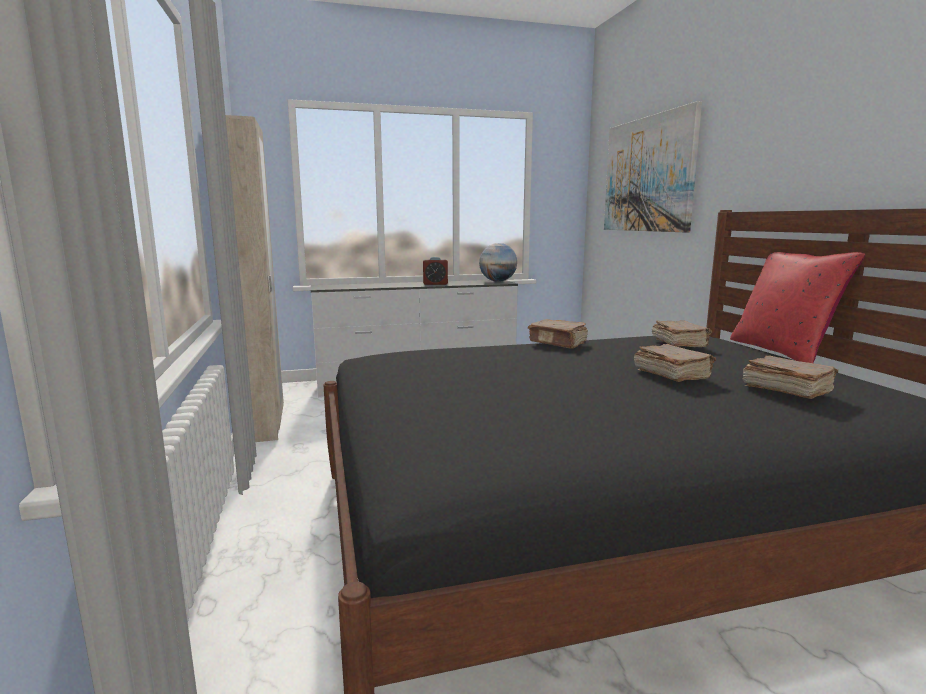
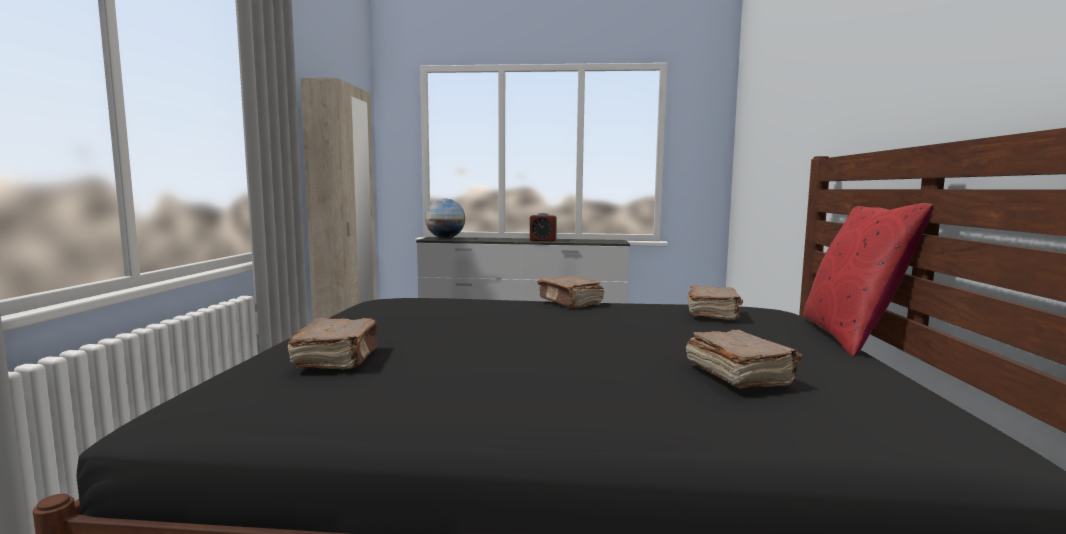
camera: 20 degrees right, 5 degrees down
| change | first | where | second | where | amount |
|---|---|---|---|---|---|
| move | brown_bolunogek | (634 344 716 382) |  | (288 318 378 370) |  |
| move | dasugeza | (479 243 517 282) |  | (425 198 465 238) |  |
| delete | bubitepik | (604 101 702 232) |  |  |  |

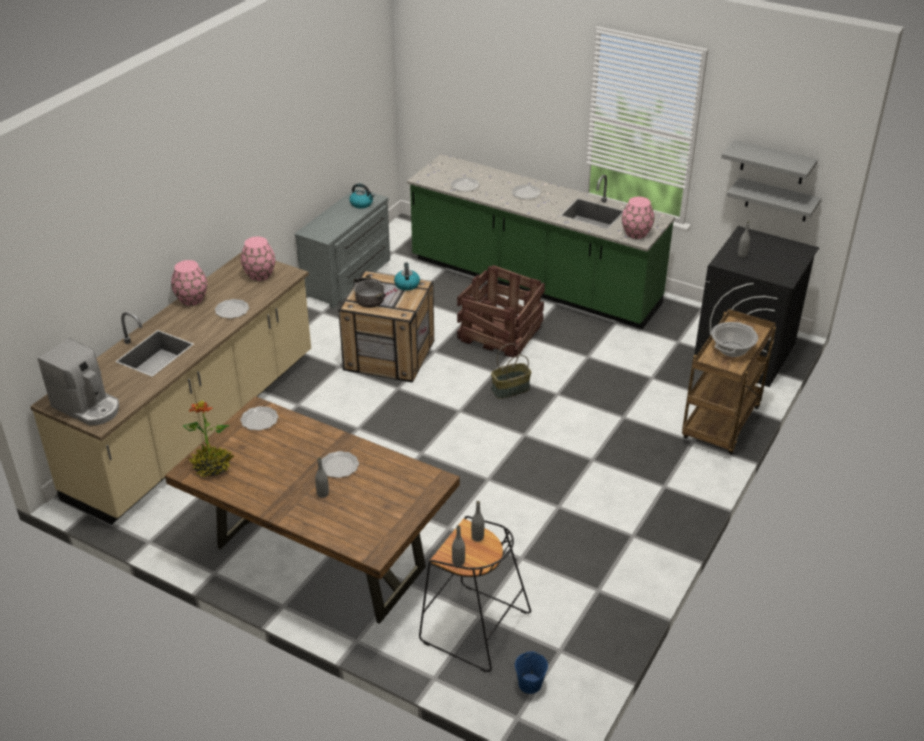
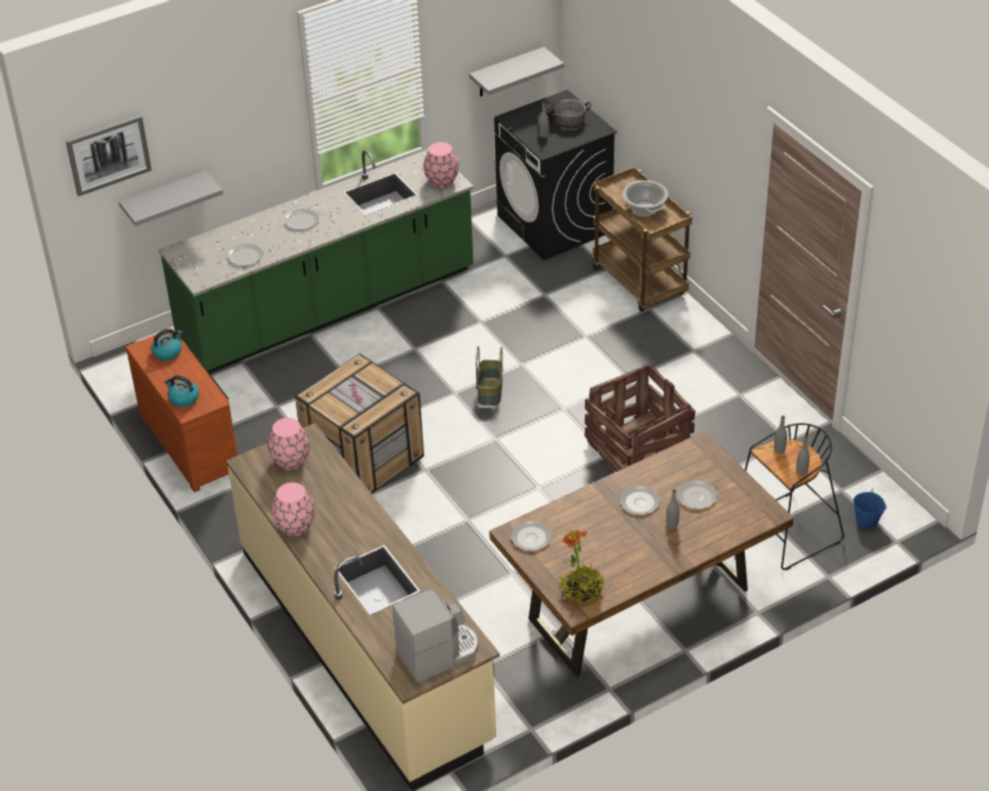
camera: 60 degrees left, 5 degrees up
| change | first | where | second | where | amount |
|---|---|---|---|---|---|
| insert |  |  | bubitepik | (66 115 152 196) |  |
| move | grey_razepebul | (721 140 818 184) |  | (119 170 223 226) |  |
| recolor | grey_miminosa | (295 188 390 308) | brown_miminosa | (125 329 238 492) |  |
| move | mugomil | (394 262 420 291) |  | (164 375 199 407) |  |
| move | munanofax | (353 275 386 308) |  | (538 99 591 129) |  |
| move | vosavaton | (457 265 545 358) |  | (585 365 696 472) |  |
| move | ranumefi | (215 299 249 319) |  | (677 481 718 510) |  |

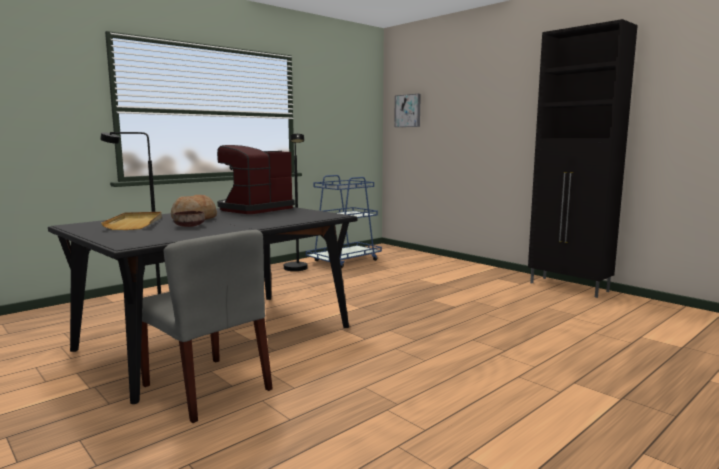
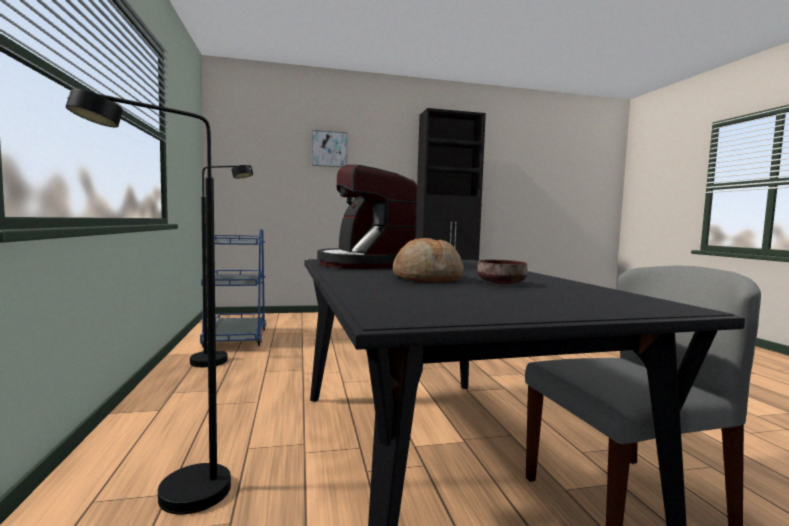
camera: 60 degrees left, 5 degrees down
| change | first | where | second | where | amount |
|---|---|---|---|---|---|
| move | bubitepik | (394 94 421 127) |  | (312 130 347 167) |  |
| delete | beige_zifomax | (101 212 162 230) |  |  |  |

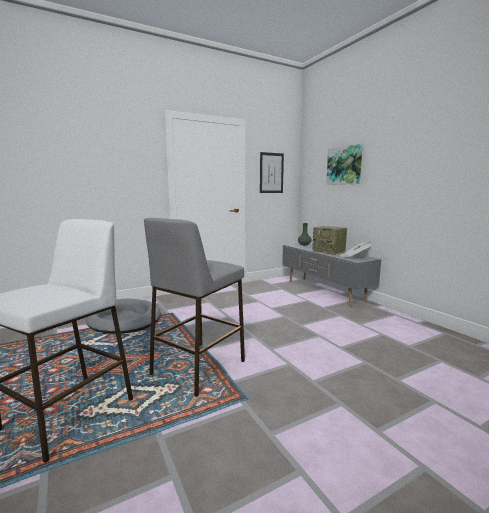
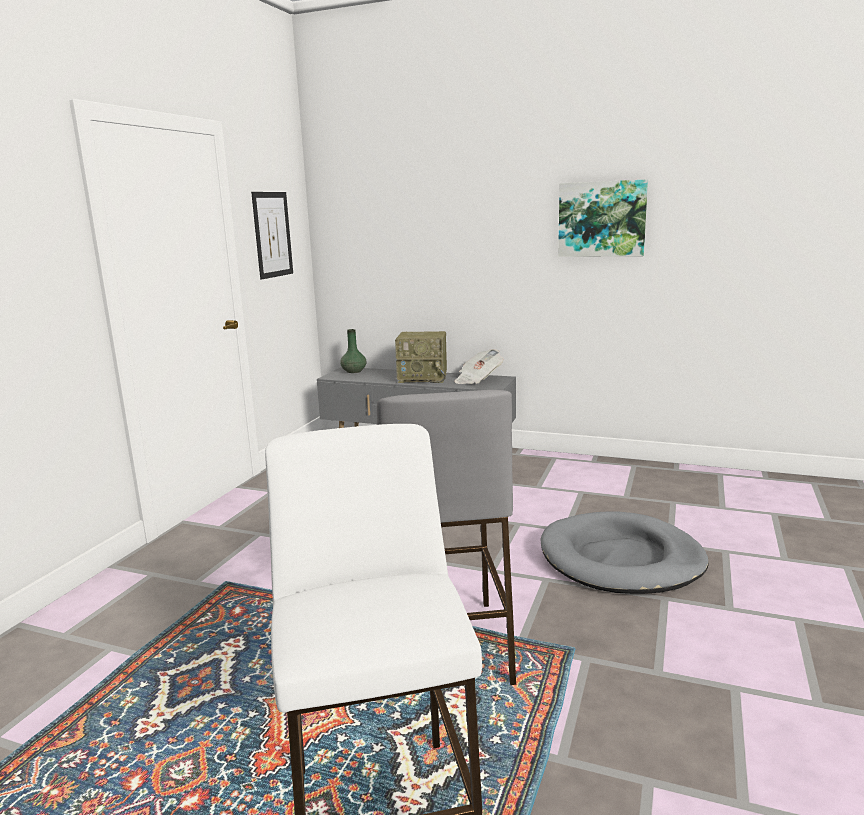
camera: 40 degrees left, 5 degrees up
| change | first | where | second | where | amount |
|---|---|---|---|---|---|
| move | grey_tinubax | (85 299 161 334) |  | (540 511 709 594) |  |
| move | bubitepik | (326 144 363 185) |  | (558 179 648 257) |  |

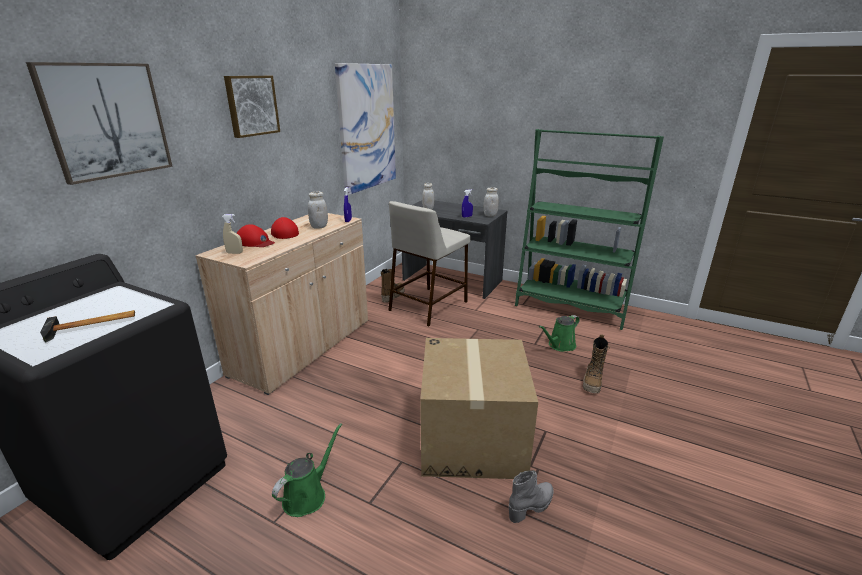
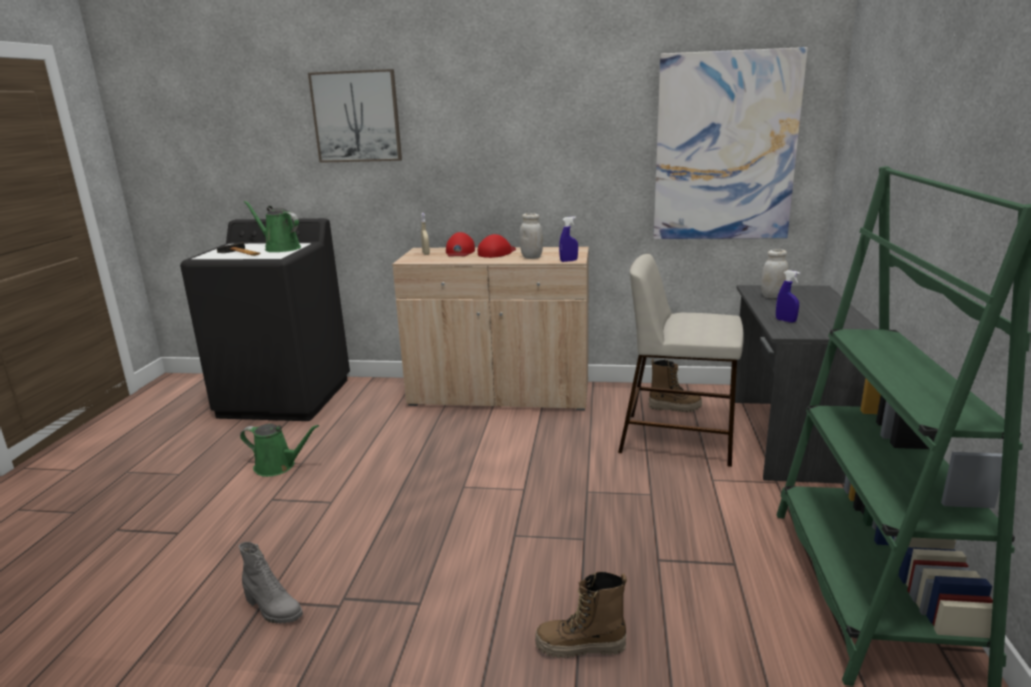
camera: 70 degrees right, 5 degrees down
| change | first | where | second | where | amount |
|---|---|---|---|---|---|
| move | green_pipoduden | (539 315 580 352) |  | (244 201 301 252) |  |
| delete | bubitepik | (224 76 280 138) |  |  |  |
| delete | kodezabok | (420 338 538 479) |  |  |  |
| delete | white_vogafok | (484 187 499 217) |  |  |  |

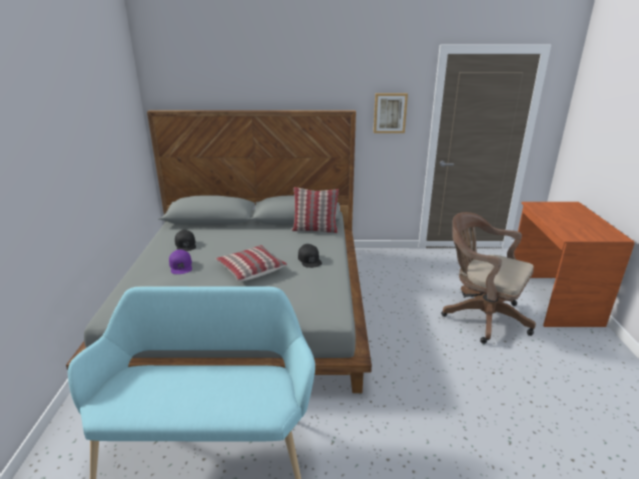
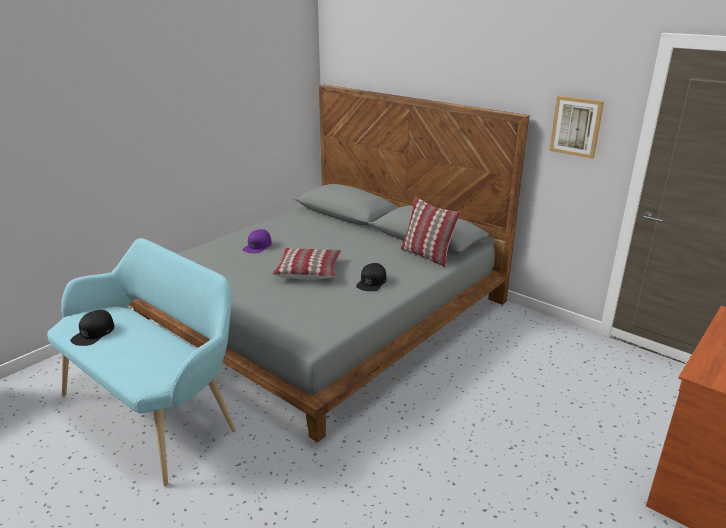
camera: 40 degrees right, 0 degrees up
| change | first | where | second | where | amount |
|---|---|---|---|---|---|
| move | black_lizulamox | (175 230 196 251) |  | (70 310 114 346) |  |
| delete | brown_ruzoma | (441 212 536 344) |  |  |  |

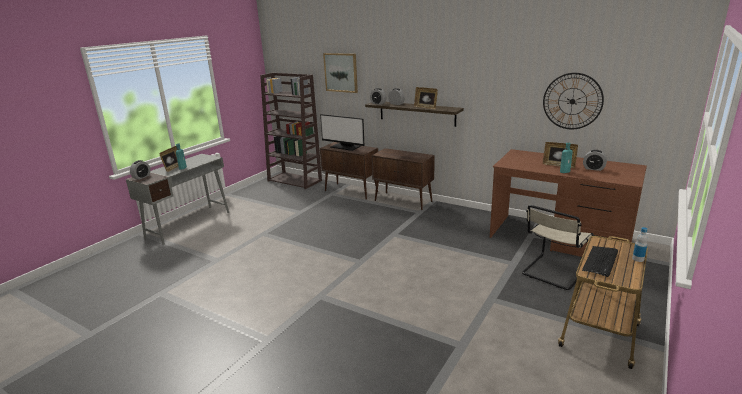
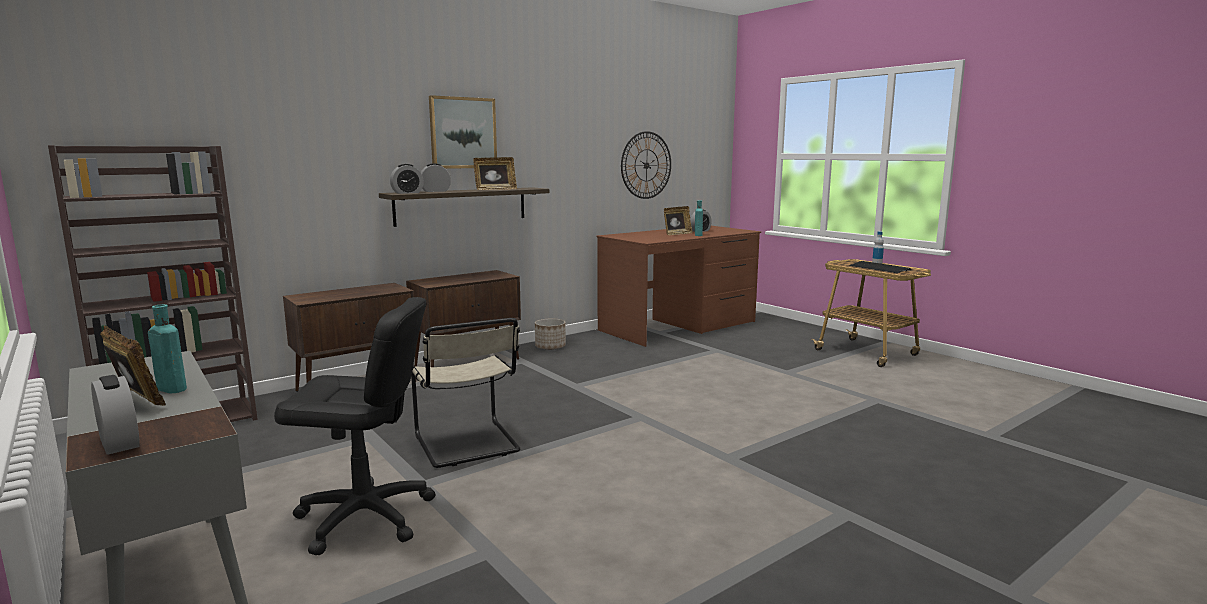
camera: 70 degrees left, 10 degrees down
| change | first | where | second | where | amount |
|---|---|---|---|---|---|
| insert |  |  | black_ruzoma | (274 297 436 555) |  |
| move | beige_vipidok | (522 205 594 290) |  | (411 318 520 468) |  |
| move | bubitepik | (323 53 358 93) |  | (429 95 497 169) |  |
| insert |  |  | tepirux | (535 319 566 350) |  |
| delete | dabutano | (320 114 365 151) |  |  |  |

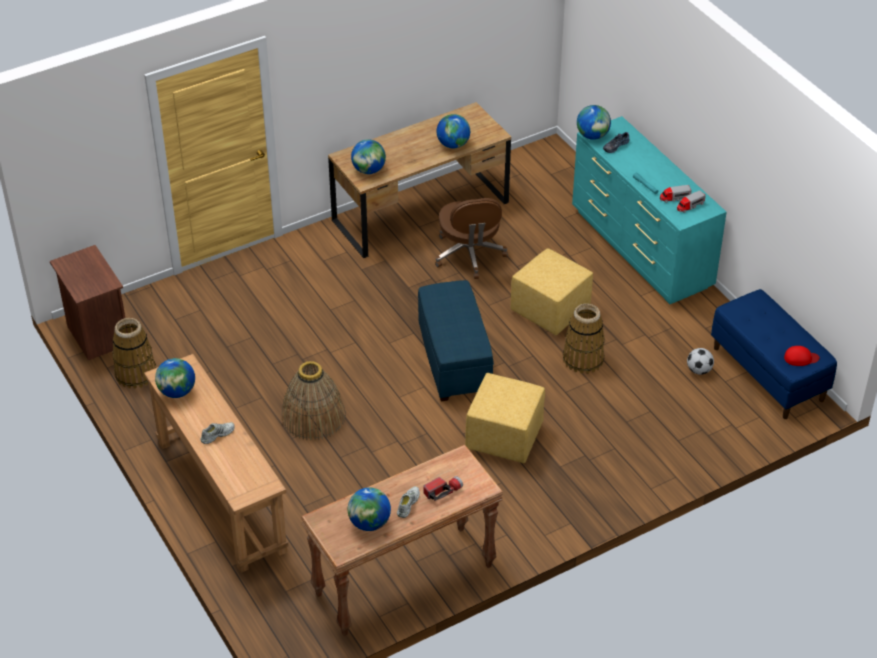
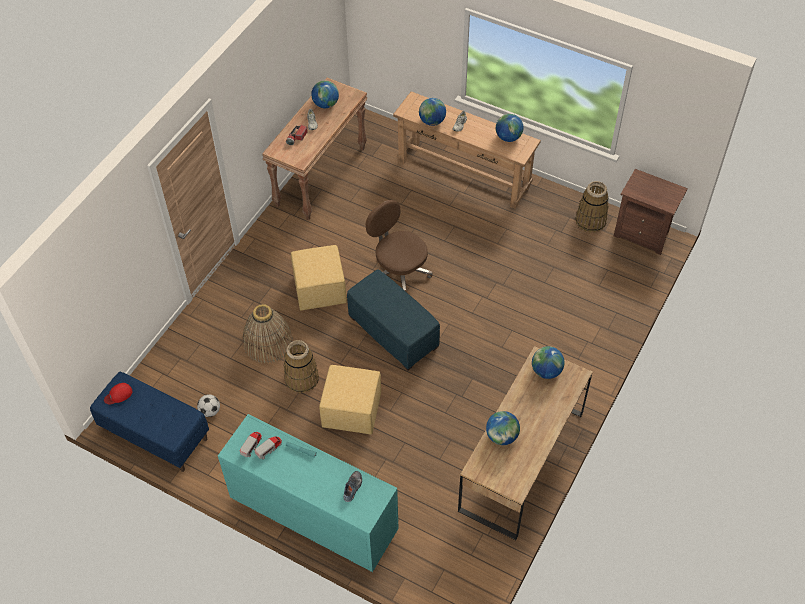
camera: 150 degrees right, 10 degrees up
| change | first | where | second | where | amount |
|---|---|---|---|---|---|
| move | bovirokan | (282 361 346 441) |  | (243 304 293 364) |  |
| move | brown_ruzoma | (435 198 508 279) |  | (366 200 433 292) |  |
| move | dasugeza | (577 105 611 140) |  | (419 98 446 126) |  |

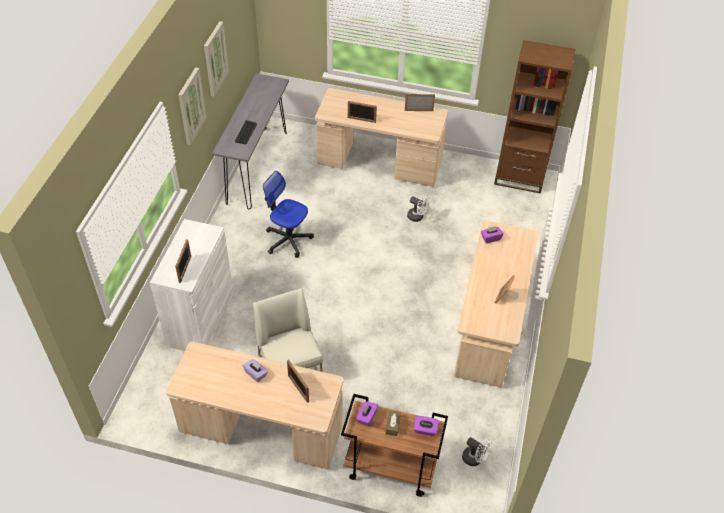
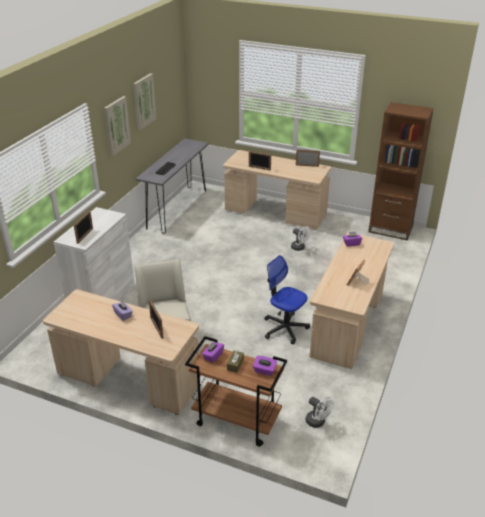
camera: 10 degrees right, 15 degrees down
| change | first | where | second | where | amount |
|---|---|---|---|---|---|
| move | ruzoma | (263 171 314 258) |  | (264 255 310 344) |  |

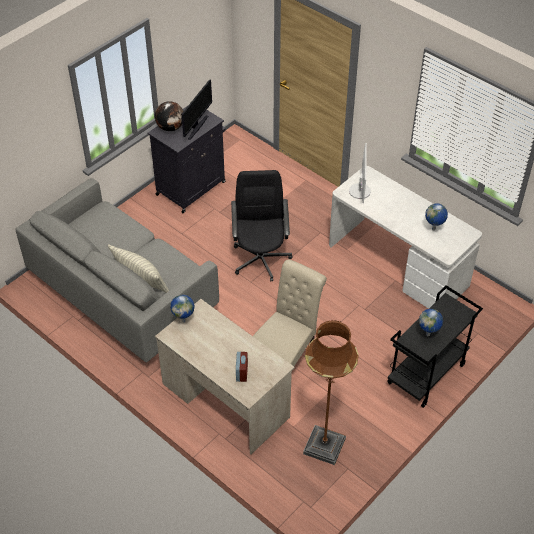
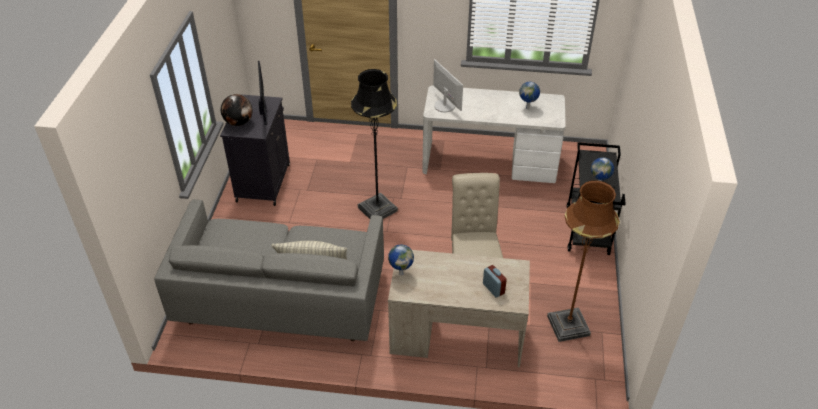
camera: 35 degrees left, 5 degrees down
| change | first | where | second | where | amount |
|---|---|---|---|---|---|
| replace | black_ruzoma | (231 170 292 281) | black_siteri | (351 69 398 219) |  |

